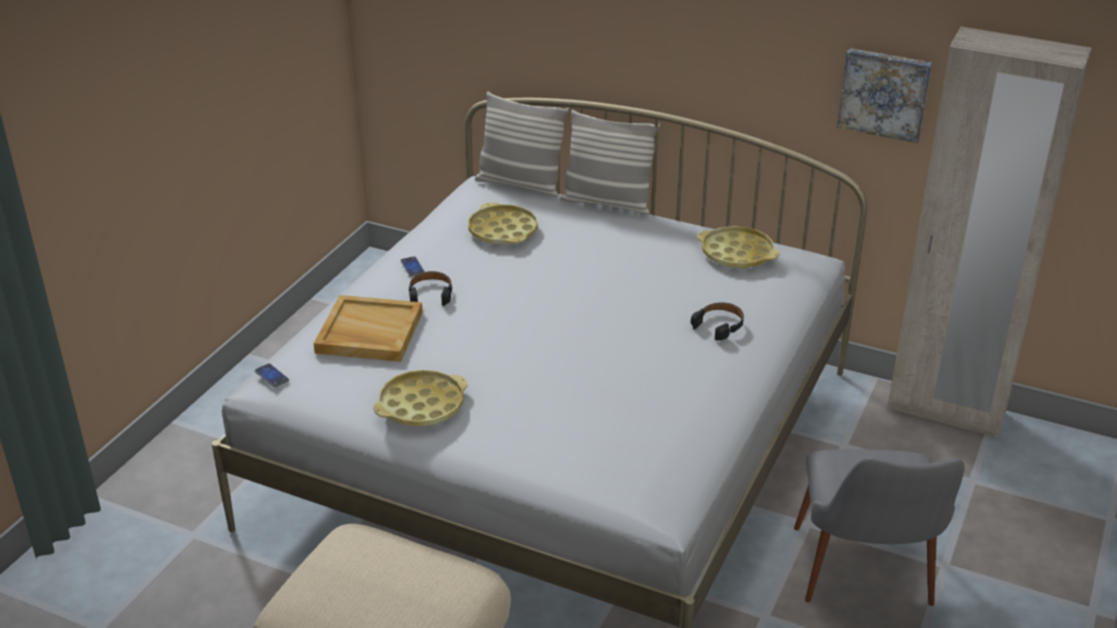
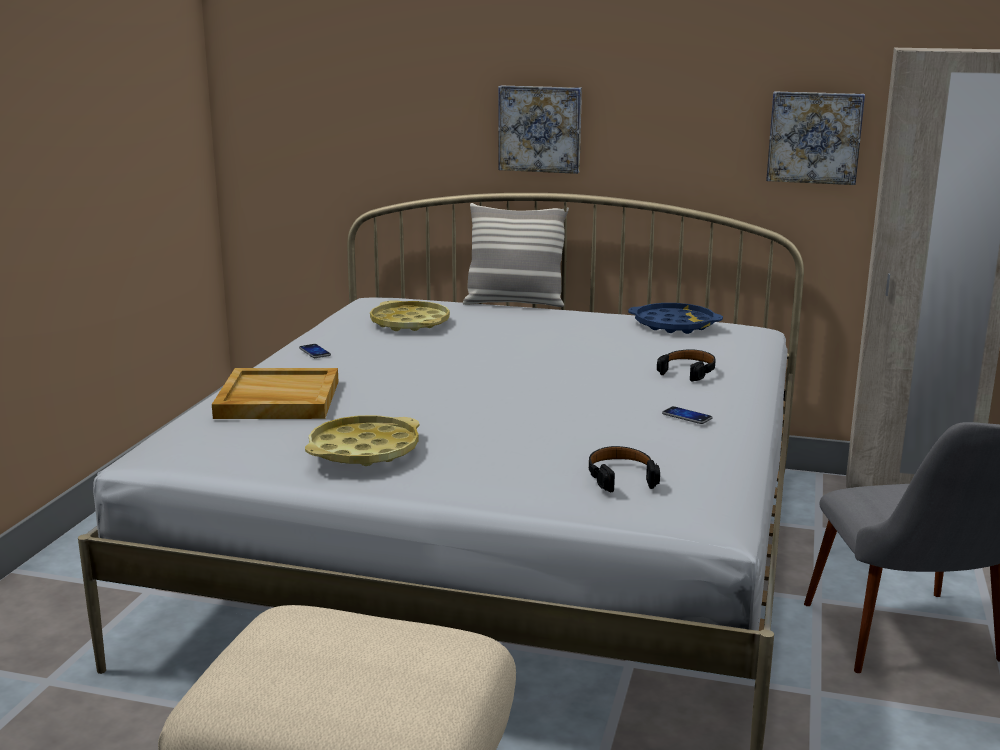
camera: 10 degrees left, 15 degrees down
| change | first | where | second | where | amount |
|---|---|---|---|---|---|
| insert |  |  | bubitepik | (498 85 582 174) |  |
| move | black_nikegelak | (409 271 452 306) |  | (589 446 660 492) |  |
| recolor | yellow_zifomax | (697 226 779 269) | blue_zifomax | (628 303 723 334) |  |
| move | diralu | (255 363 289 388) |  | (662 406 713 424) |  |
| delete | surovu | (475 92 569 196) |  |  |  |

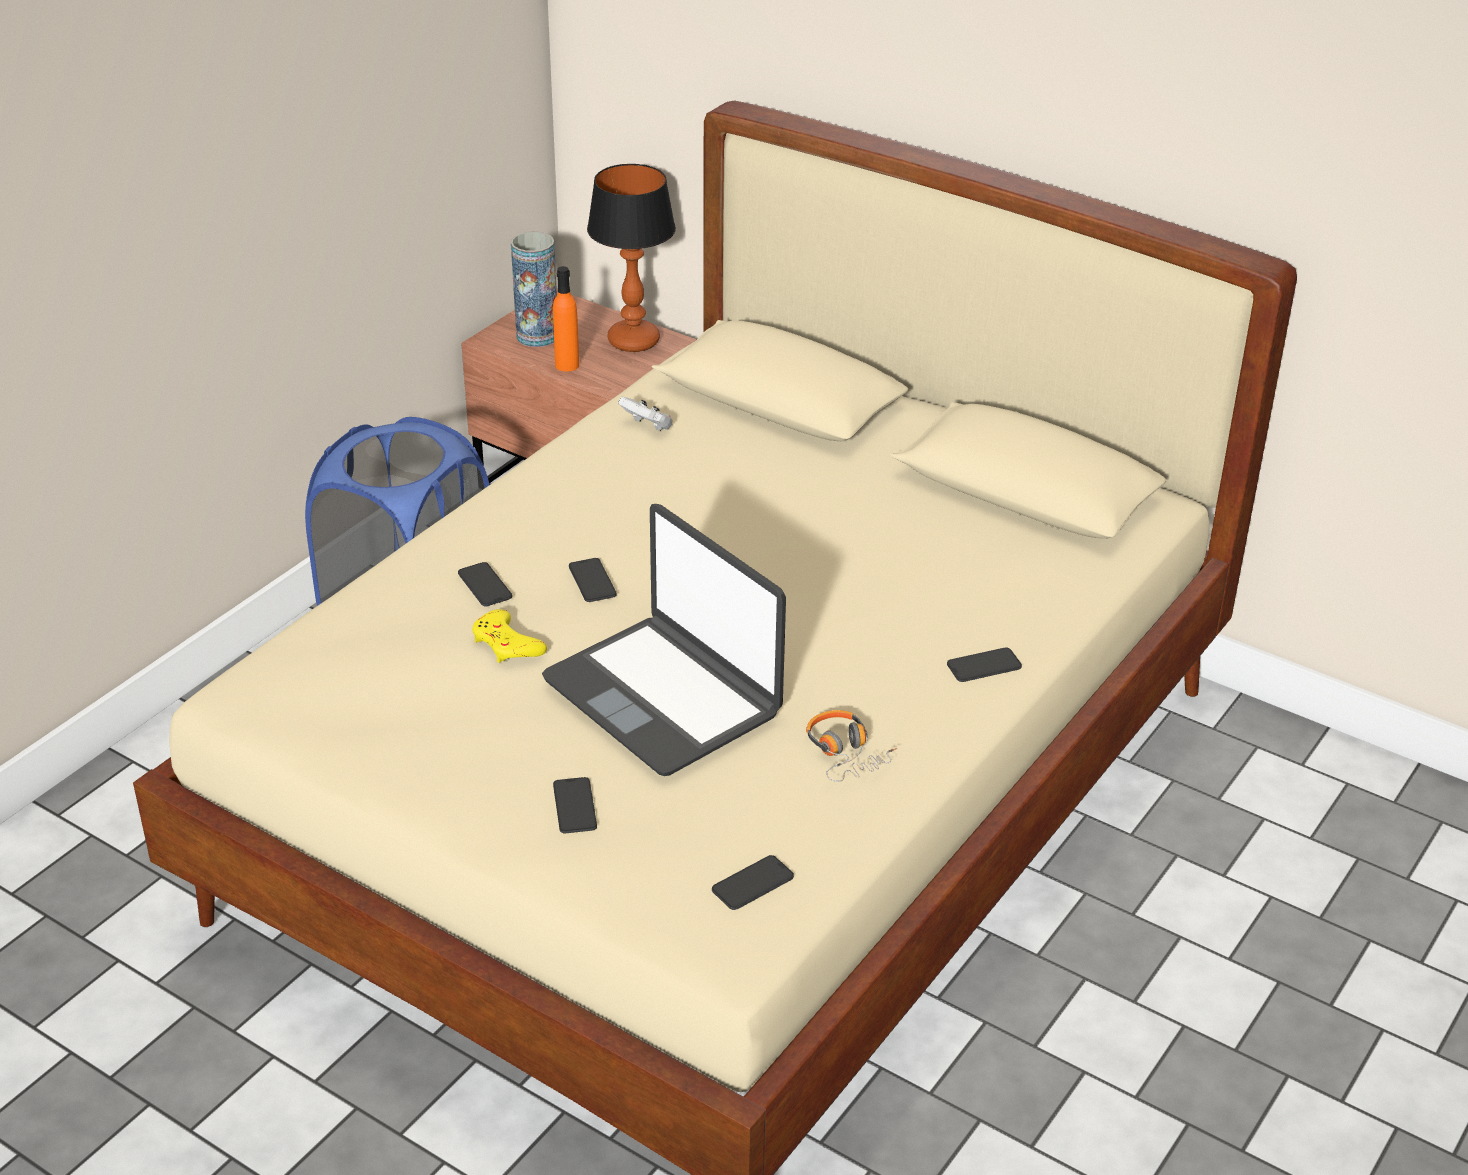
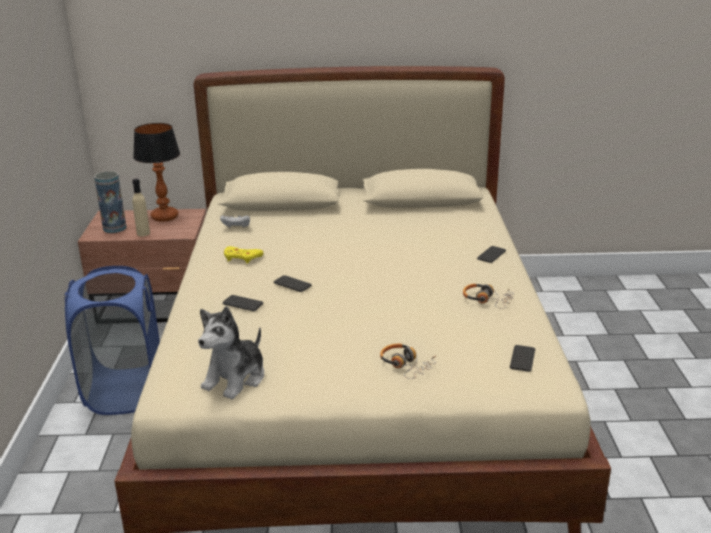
camera: 35 degrees left, 10 degrees down
| change | first | where | second | where | amount |
|---|---|---|---|---|---|
| recolor | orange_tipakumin | (553 266 579 372) | beige_tipakumin | (132 179 150 236) |  |
| insert |  |  | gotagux | (198 306 264 399) |  |
| move | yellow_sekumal | (472 609 547 663) |  | (224 246 263 264) |  |
| replace | diralu | (553 777 597 833) | nikegelak | (380 344 436 379) |  |
| delete | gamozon | (542 504 786 776) |  |  |  |

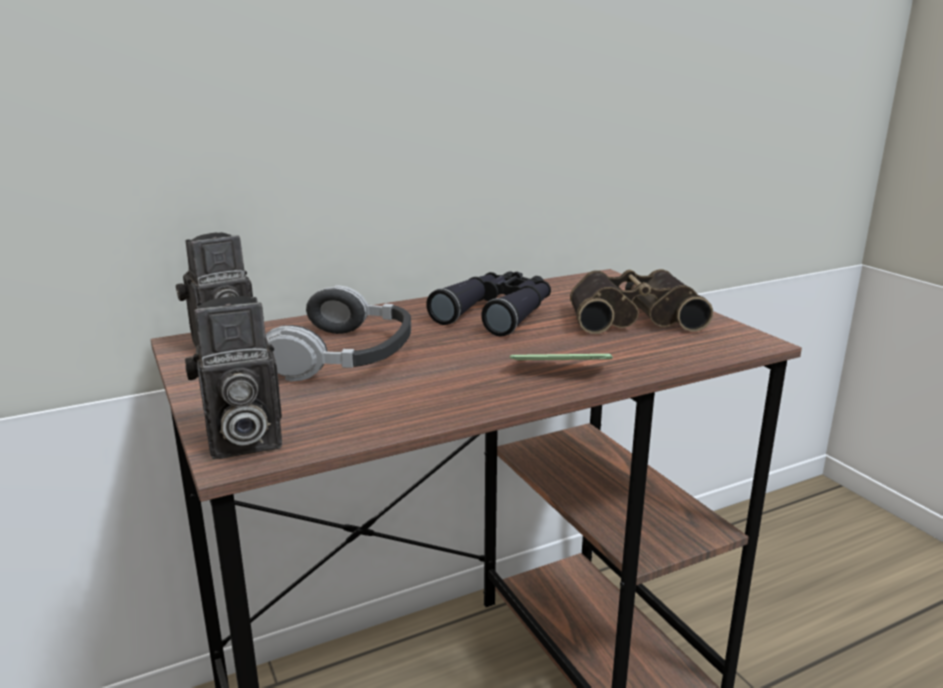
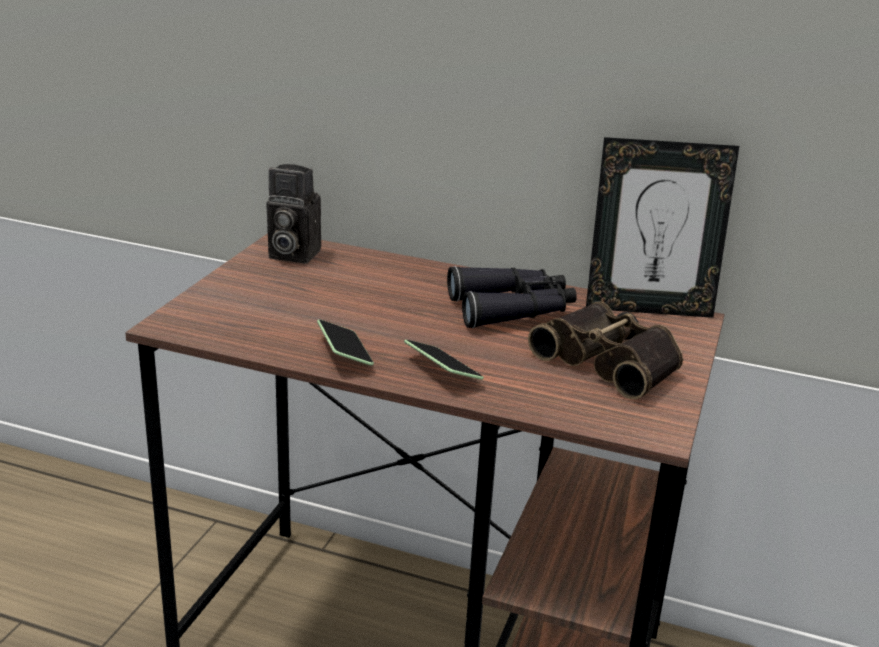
camera: 45 degrees right, 5 degrees up
| change | first | where | second | where | amount |
|---|---|---|---|---|---|
| insert |  |  | diralu | (317 320 374 366) |  |
| insert |  |  | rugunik | (586 137 739 318) |  |
| delete | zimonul | (185 296 282 459) |  |  |  |
| delete | nikegelak | (266 285 411 381) |  |  |  |

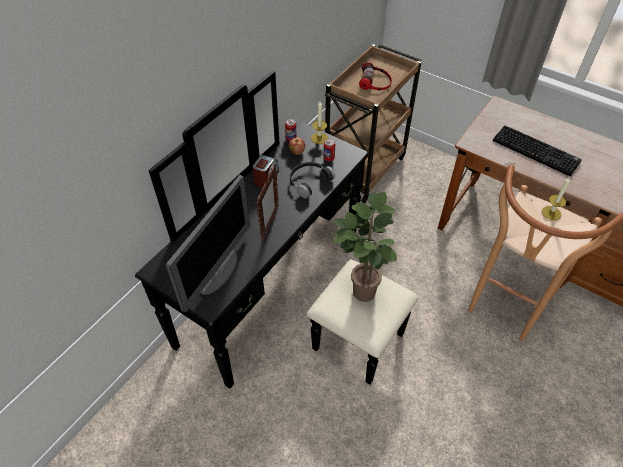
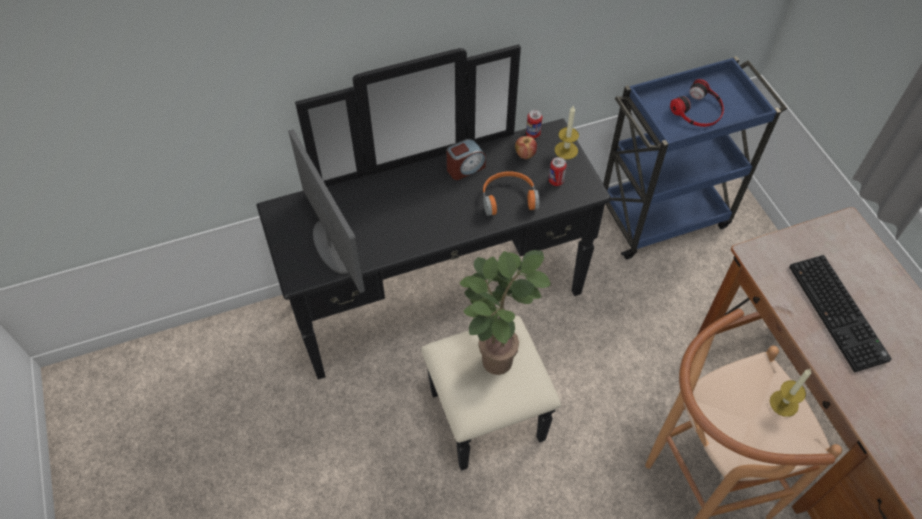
camera: 35 degrees right, 5 degrees up
| change | first | where | second | where | amount |
|---|---|---|---|---|---|
| rotate | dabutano | (166 175 250 313) |  | (288 129 365 293) | 90 degrees counterclockwise |
| recolor | black_nikegelak | (290 162 335 198) | orange_nikegelak | (483 171 539 216) |  |
| recolor | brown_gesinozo | (324 44 422 203) | blue_gesinozo | (603 56 787 259) |  |
| delete | rugunik | (256 164 279 242) |  |  |  |

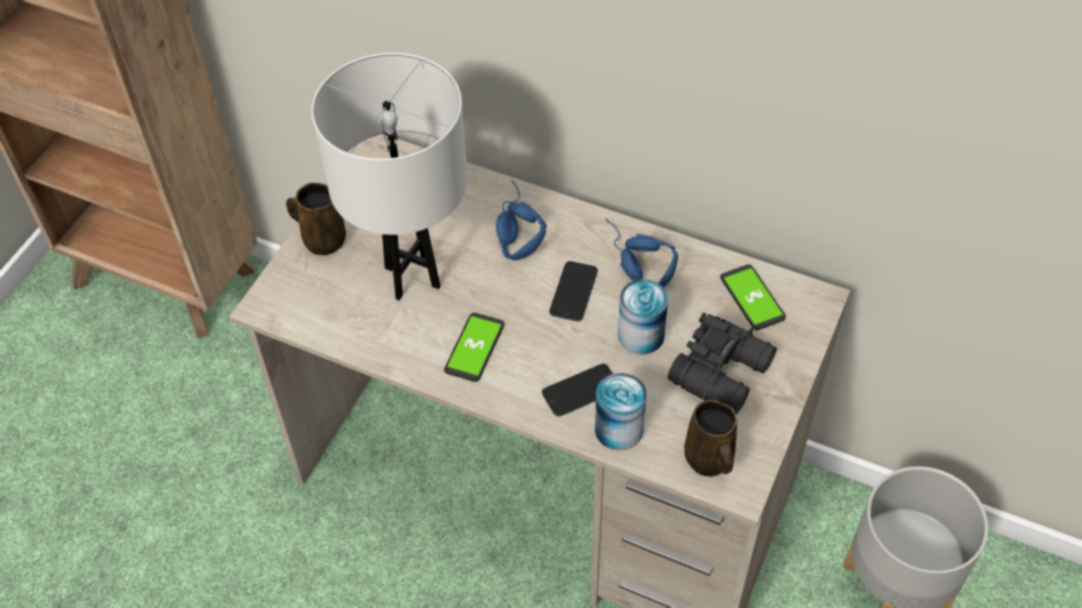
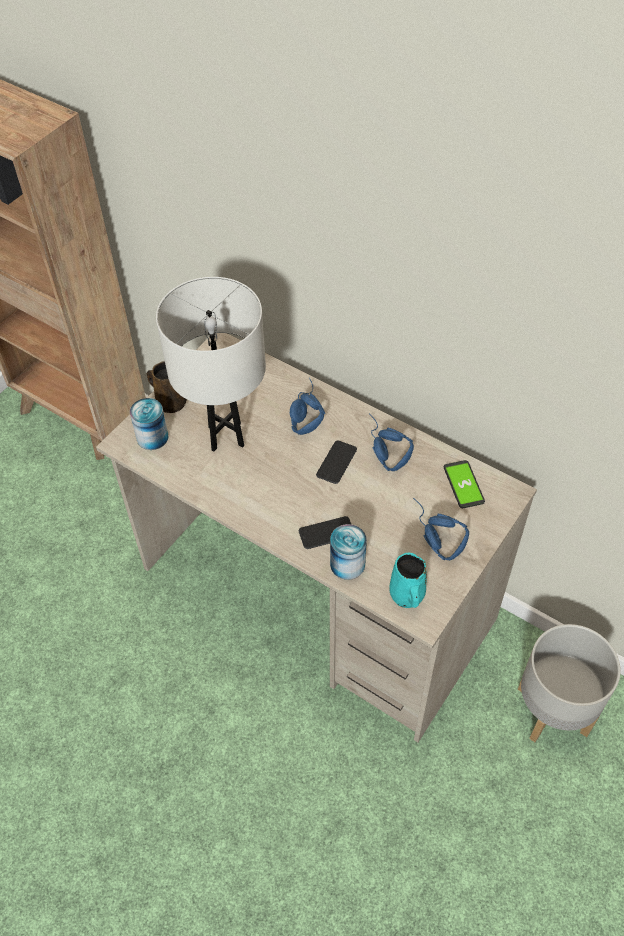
camera: 10 degrees right, 0 degrees up
| change | first | where | second | where | amount |
|---|---|---|---|---|---|
| move | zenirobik | (618 279 668 355) |  | (130 398 168 450) |  |
| recolor | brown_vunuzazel | (684 399 737 477) | turquoise_vunuzazel | (389 553 427 608) |  |
| replace | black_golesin | (668 312 777 414) | blue_nikegelak | (413 498 469 560) |  |
| delete | diralu | (444 313 504 382) |  |  |  |

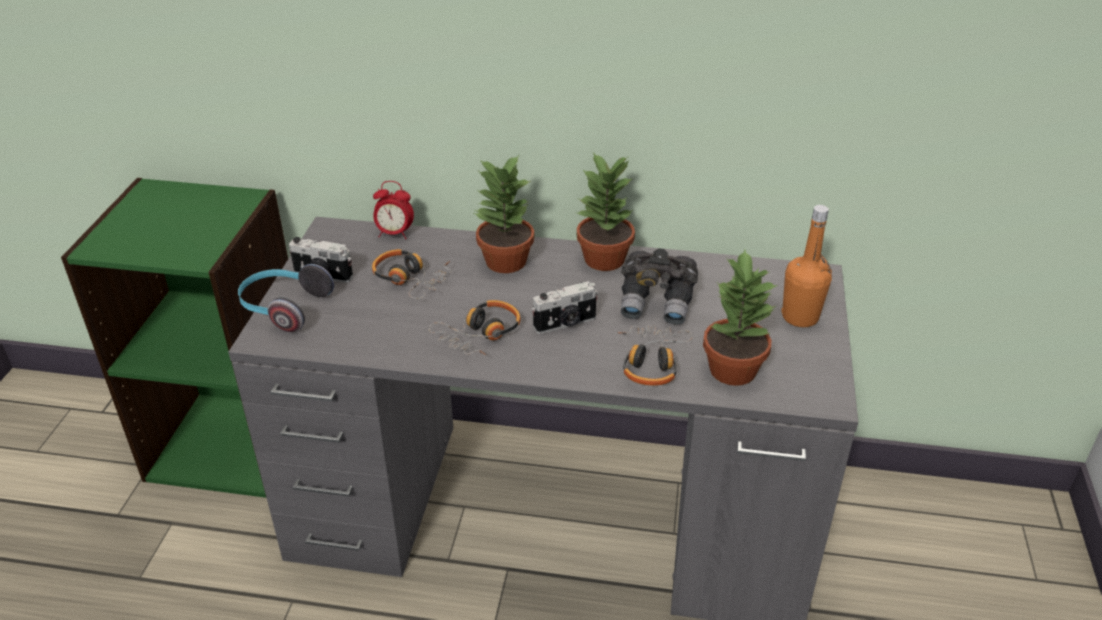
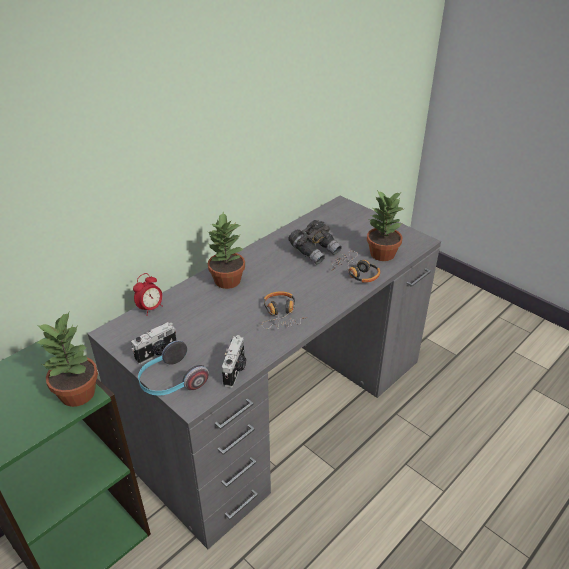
camera: 55 degrees left, 0 degrees up
| change | first | where | second | where | amount |
|---|---|---|---|---|---|
| move | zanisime | (577 152 635 271) |  | (35 312 98 407) |  |
| move | zimonul | (531 281 598 334) |  | (222 335 246 388) |  |
| delete | nikegelak | (372 249 452 299) |  |  |  |
| delete | orange_tipakumin | (781 205 832 327) |  |  |  |

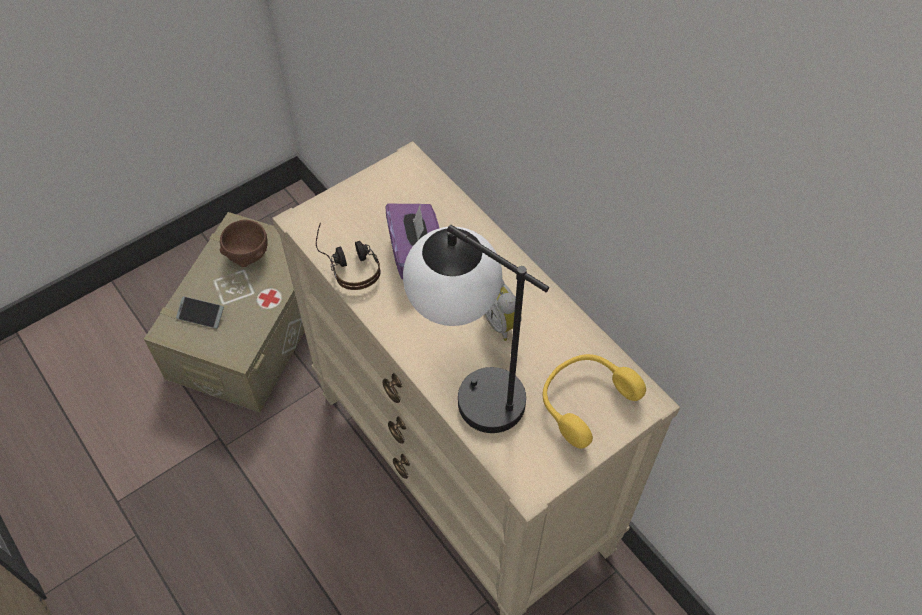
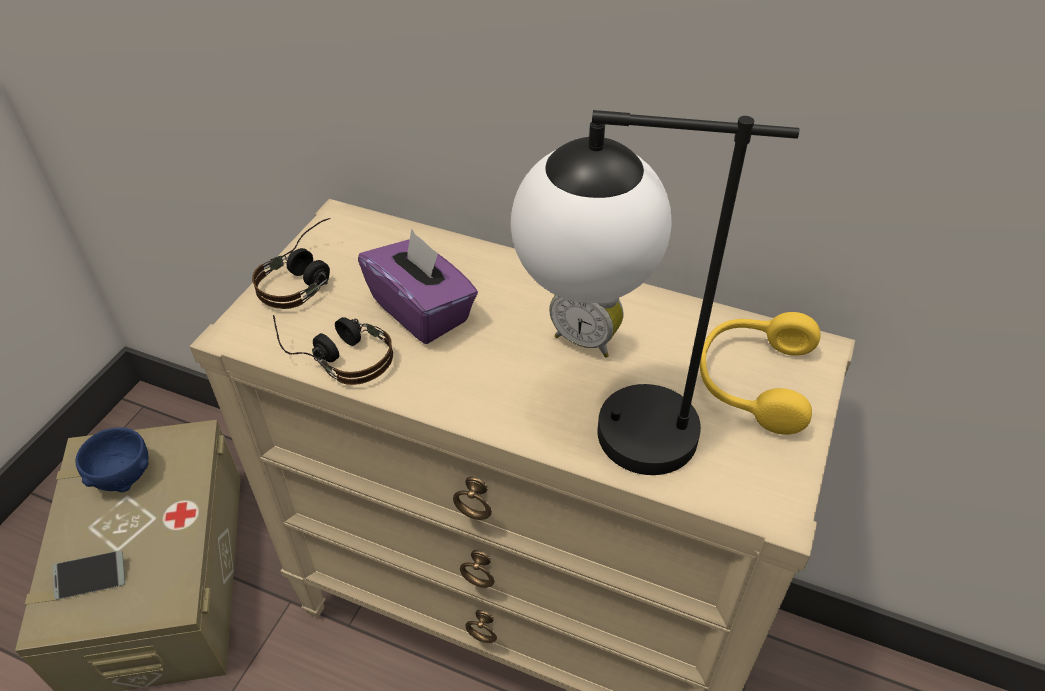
camera: 30 degrees left, 10 degrees down
| change | first | where | second | where | amount |
|---|---|---|---|---|---|
| recolor | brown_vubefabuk | (220 220 268 267) | blue_vubefabuk | (76 427 149 492) |  |
| insert |  |  | nikegelak | (252 218 331 309) |  |

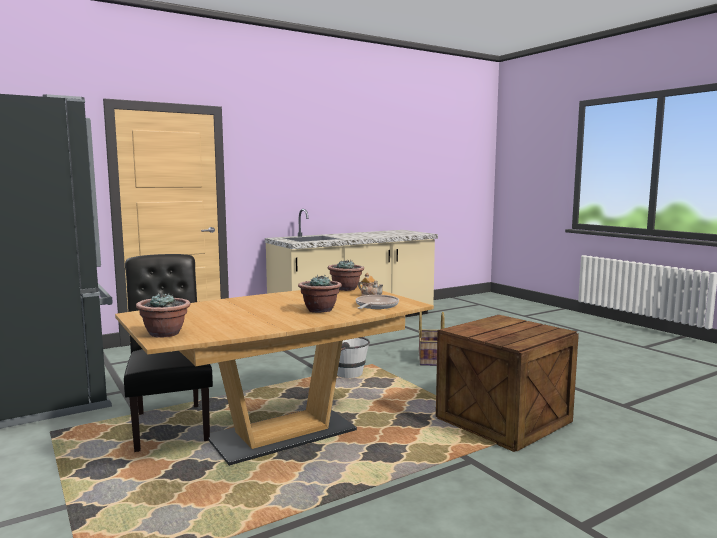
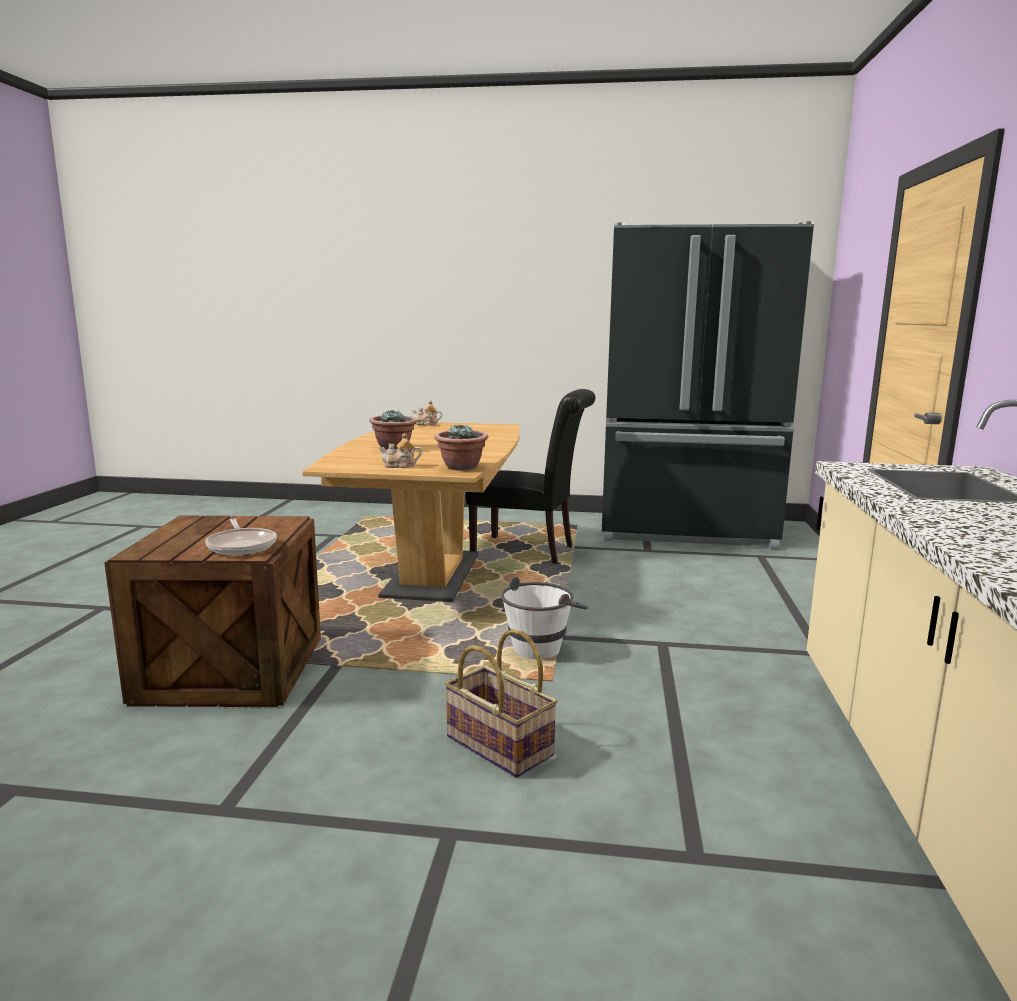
camera: 130 degrees right, 5 degrees up
| change | first | where | second | where | amount |
|---|---|---|---|---|---|
| move | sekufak | (356 295 399 309) |  | (205 519 277 555) |  |
| replace | zanisime | (136 293 191 338) | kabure | (412 400 442 426) |  |

